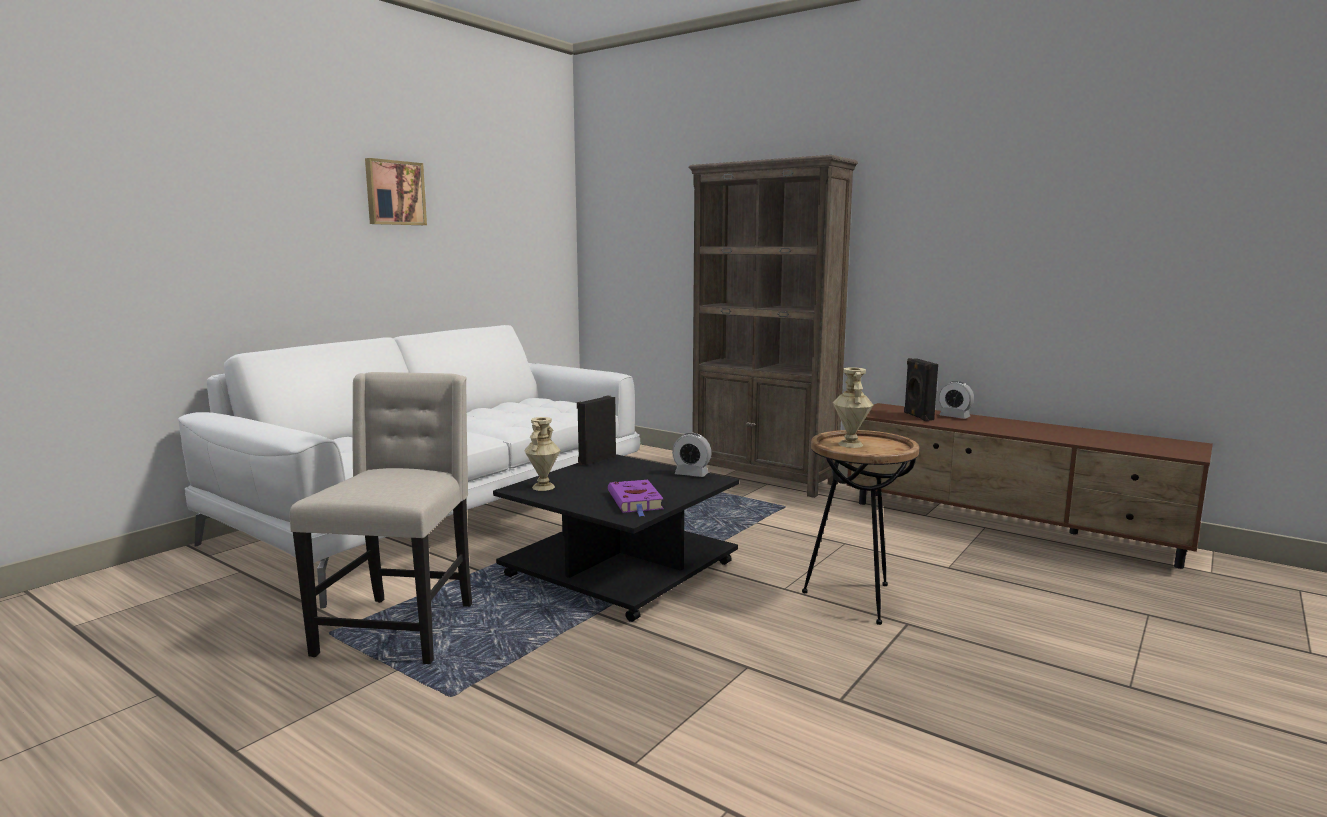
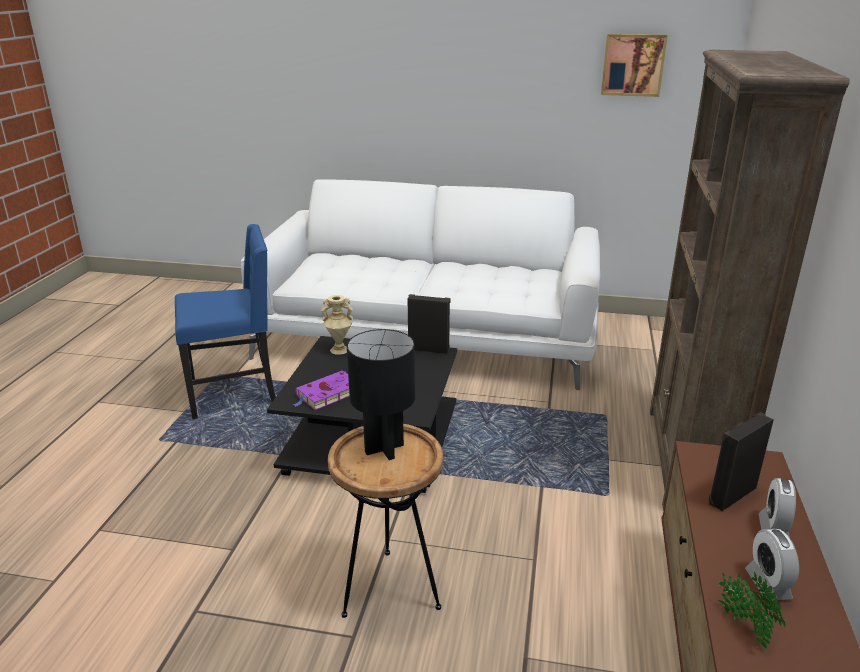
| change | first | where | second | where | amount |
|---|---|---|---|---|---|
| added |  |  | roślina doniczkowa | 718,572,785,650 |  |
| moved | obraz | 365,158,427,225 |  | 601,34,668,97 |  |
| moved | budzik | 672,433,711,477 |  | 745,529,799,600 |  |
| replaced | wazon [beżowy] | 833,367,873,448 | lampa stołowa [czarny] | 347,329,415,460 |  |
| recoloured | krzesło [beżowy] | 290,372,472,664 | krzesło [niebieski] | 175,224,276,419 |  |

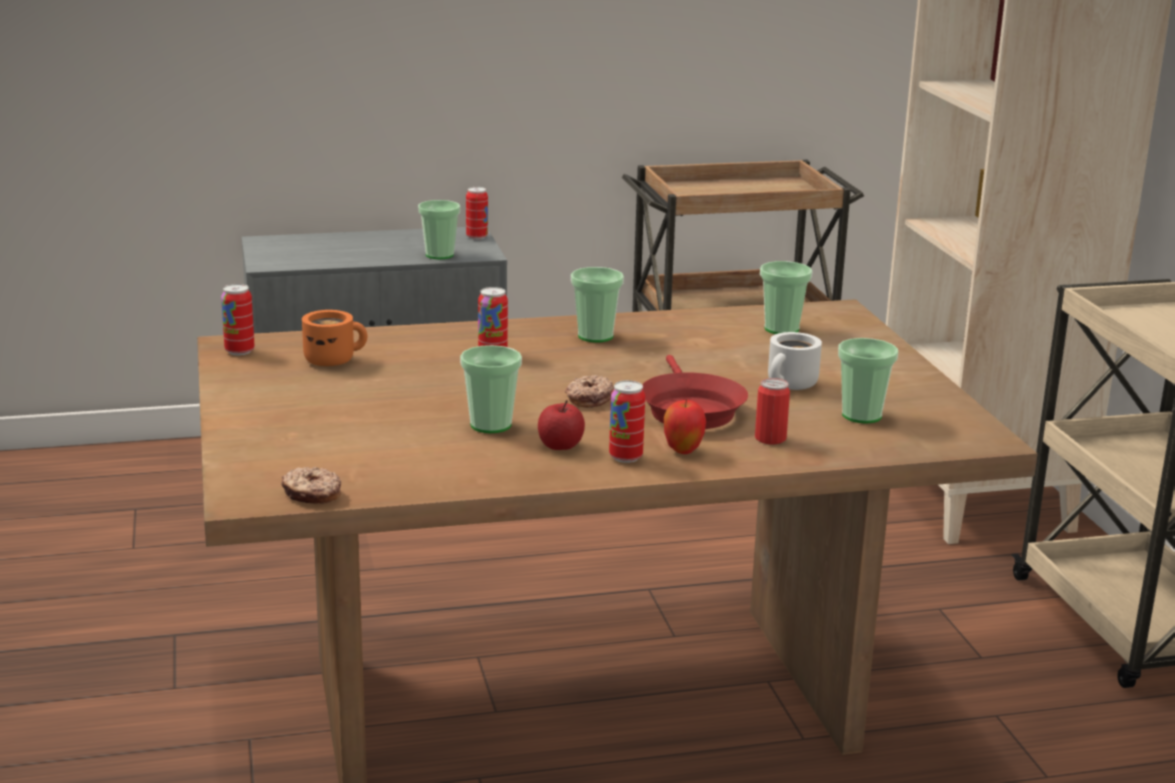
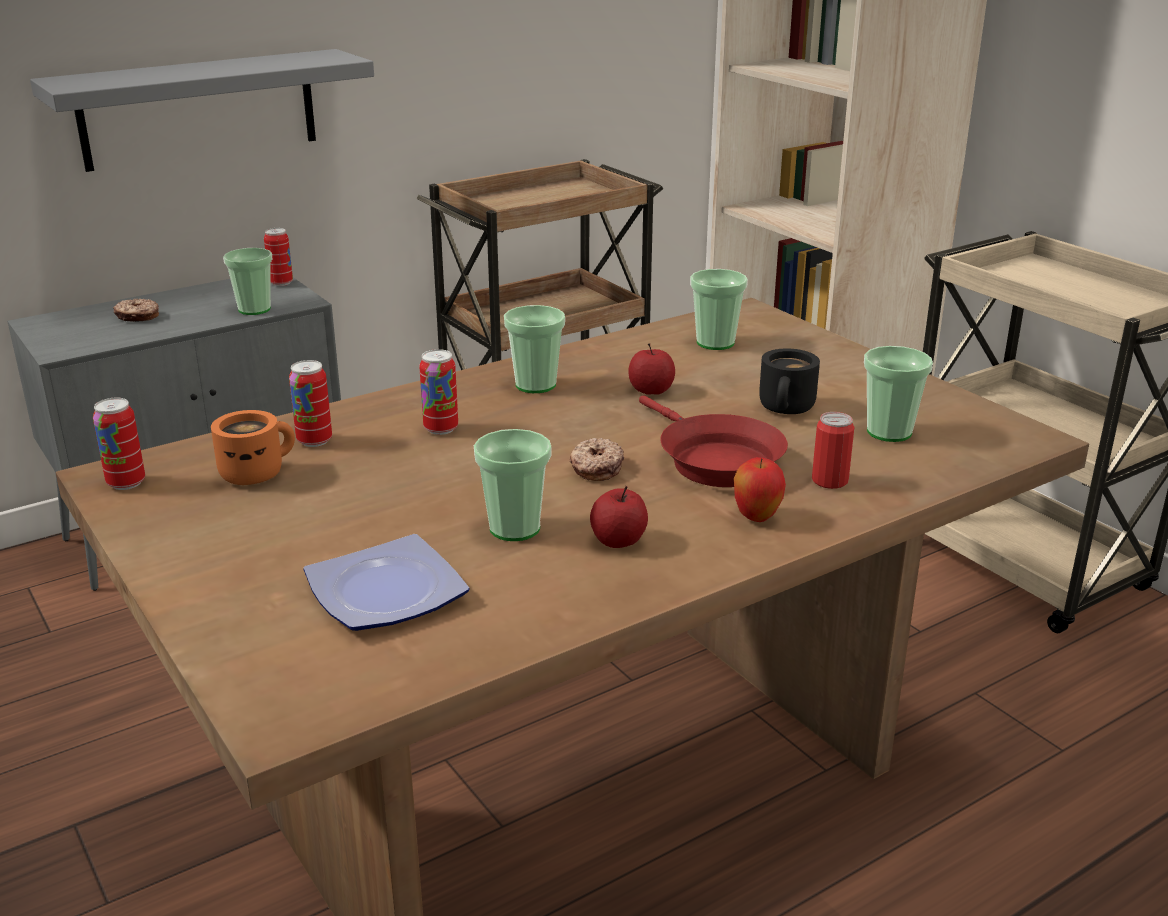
| change | first | where | second | where | amount |
|---|---|---|---|---|---|
| added |  |  | półka [szary] | 30,49,374,172 |  |
| added |  |  | talerz | 304,534,470,631 |  |
| added |  |  | jabłko | 628,343,675,395 |  |
| moved | donut | 281,467,341,504 |  | 113,298,159,322 |  |
| moved | puszka | 609,380,645,463 |  | 289,360,332,447 |  |
| recoloured | kubek [biały] | 768,332,822,390 | kubek [czarny] | 759,348,820,414 |  |

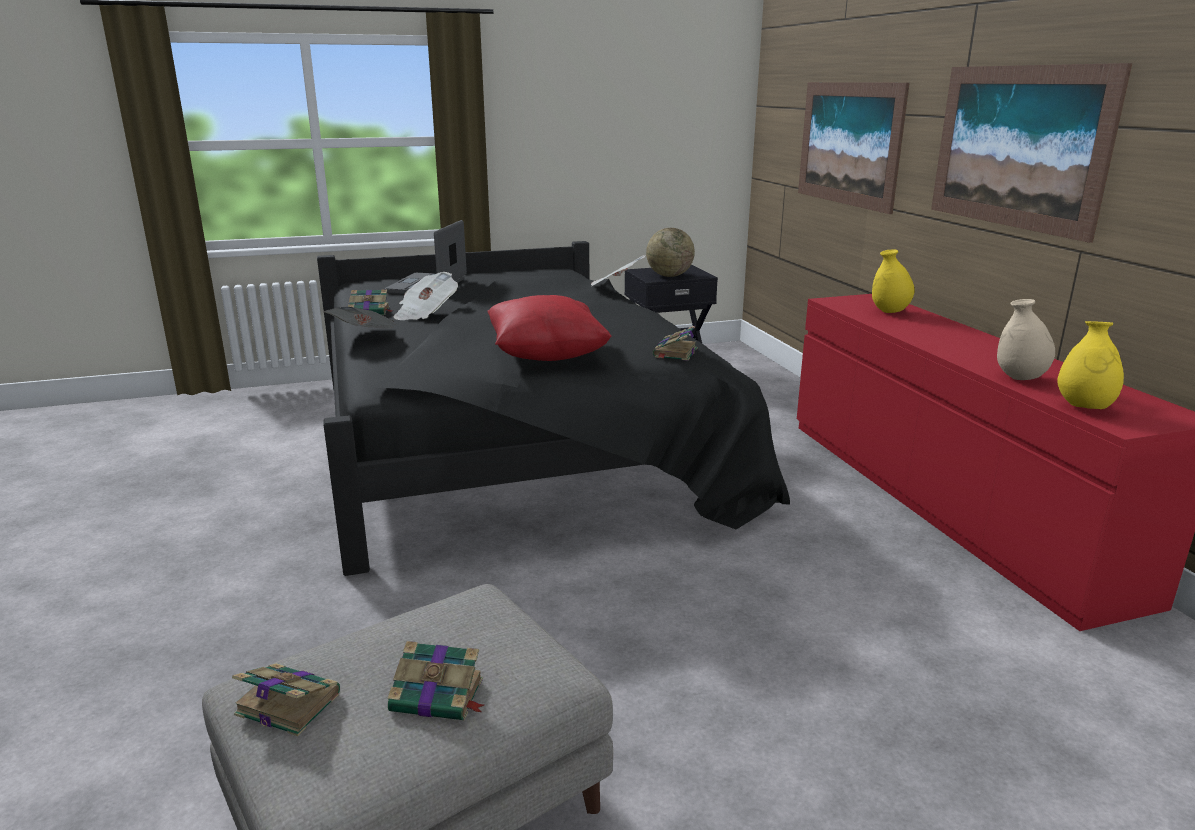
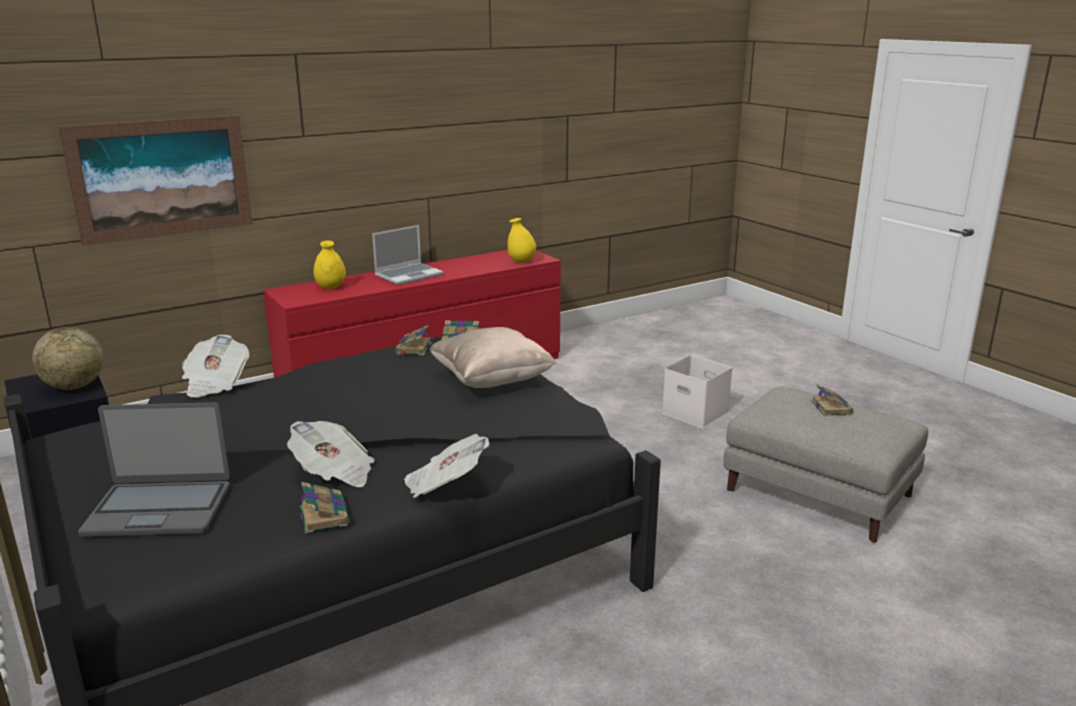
| change | first | where | second | where | amount |
|---|---|---|---|---|---|
| removed | obraz | 931,63,1132,243 |  |  |  |
| removed | wazon [beżowy] | 997,299,1055,380 |  |  |  |
| added |  |  | laptop | 372,225,444,285 |  |
| added |  |  | pojemnik do przechowywania [biały] | 662,355,732,428 |  |
| moved | książka | 232,663,340,736 |  | 395,325,432,356 |  |
| recoloured | poduszka [czerwony] | 487,295,612,361 | poduszka [beżowy] | 430,327,557,388 |  |

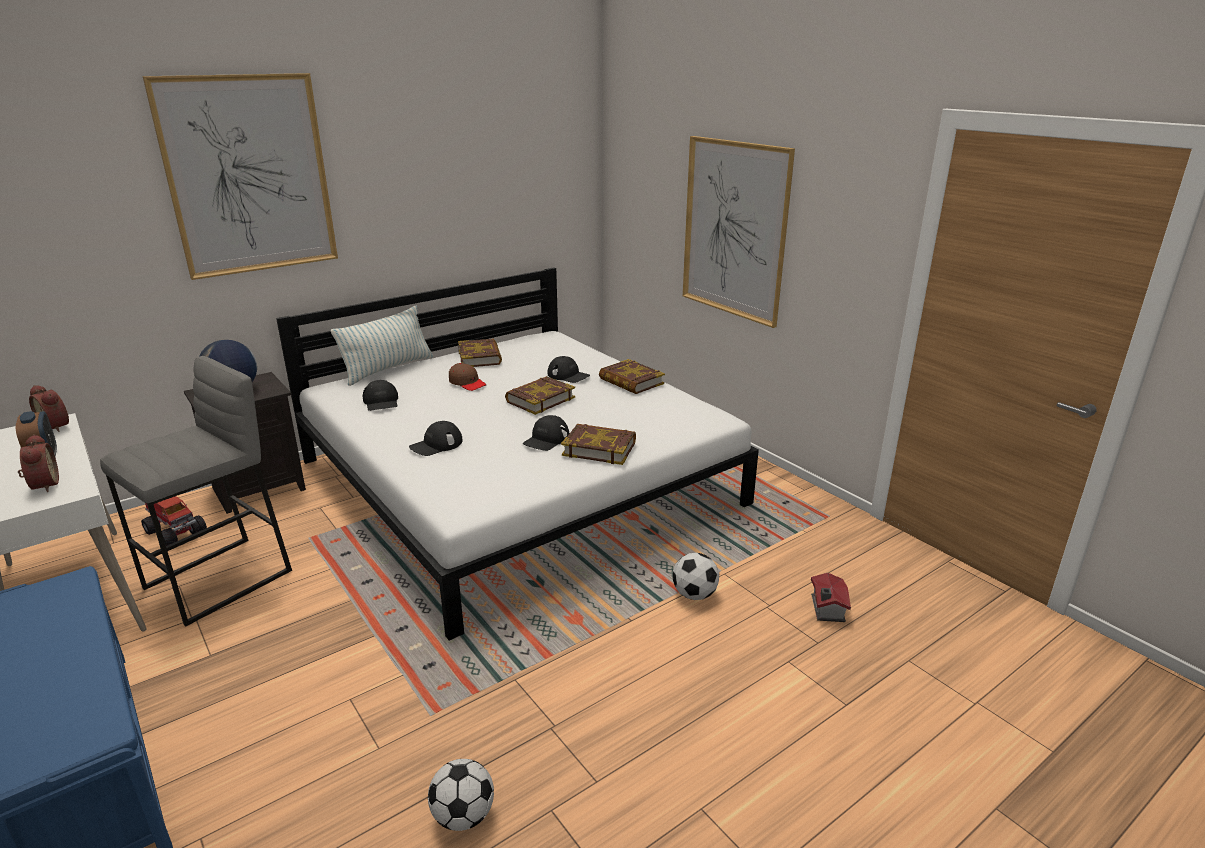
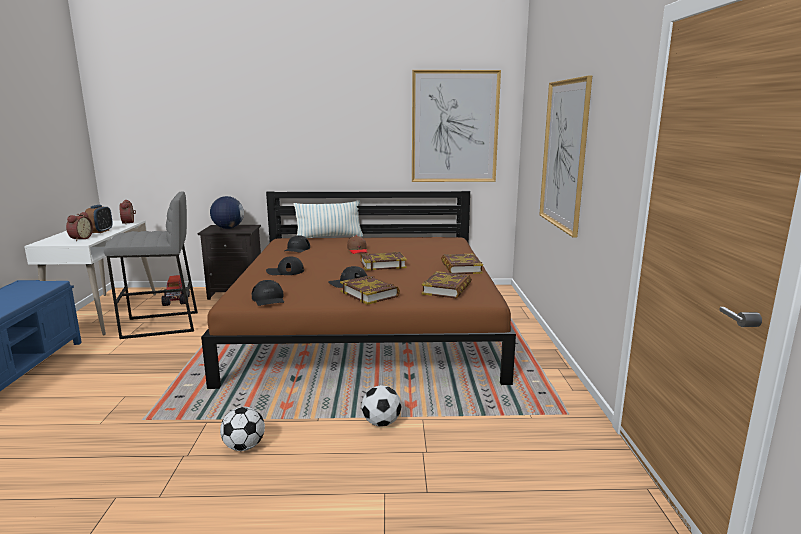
| change | first | where | second | where | amount |
|---|---|---|---|---|---|
| removed | domek | 811,573,851,622 |  |  |  |
| moved | obraz | 143,73,338,280 |  | 412,70,501,182 |  |
| moved | piłka futbolowa | 428,759,494,831 |  | 220,407,265,451 |  |
| moved | książka | 458,339,502,367 |  | 421,271,472,299 |  |
| moved | czapka z daszkiem [czarny] | 547,356,590,383 |  | 251,280,284,306 |  |
| recoloured | łóżko [biały] | 276,267,759,640 | łóżko [brązowy] | 201,191,516,389 |  |

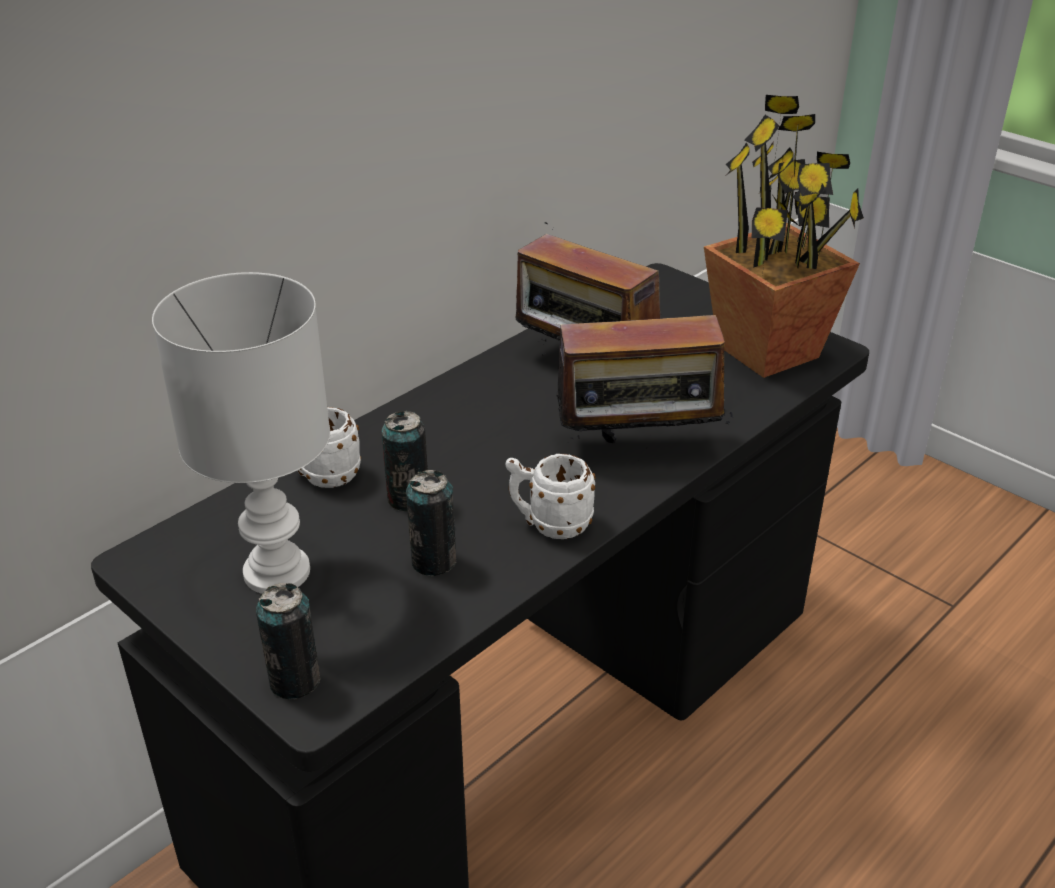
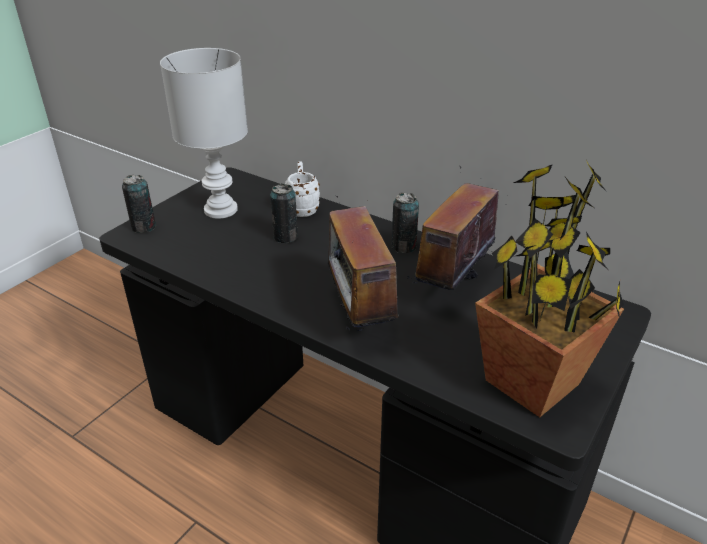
| change | first | where | second | where | amount |
|---|---|---|---|---|---|
| removed | kubek [biały] | 505,454,595,539 |  |  |  |
| moved | puszka | 406,470,457,576 |  | 392,192,419,253 |  |

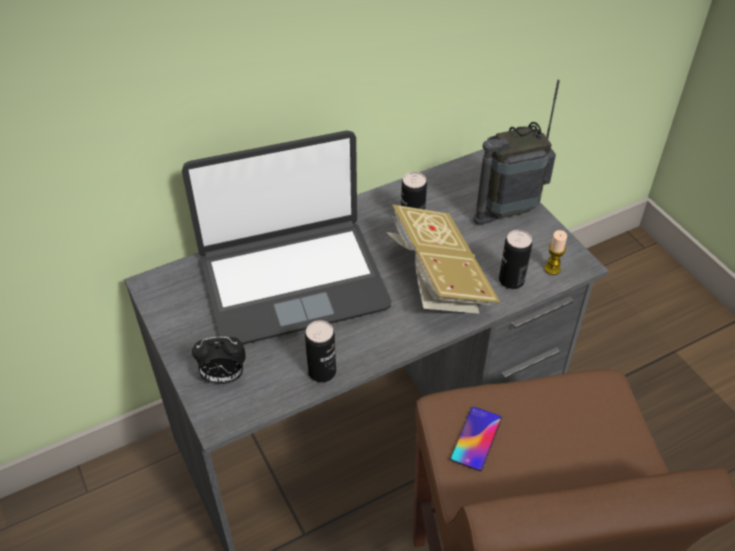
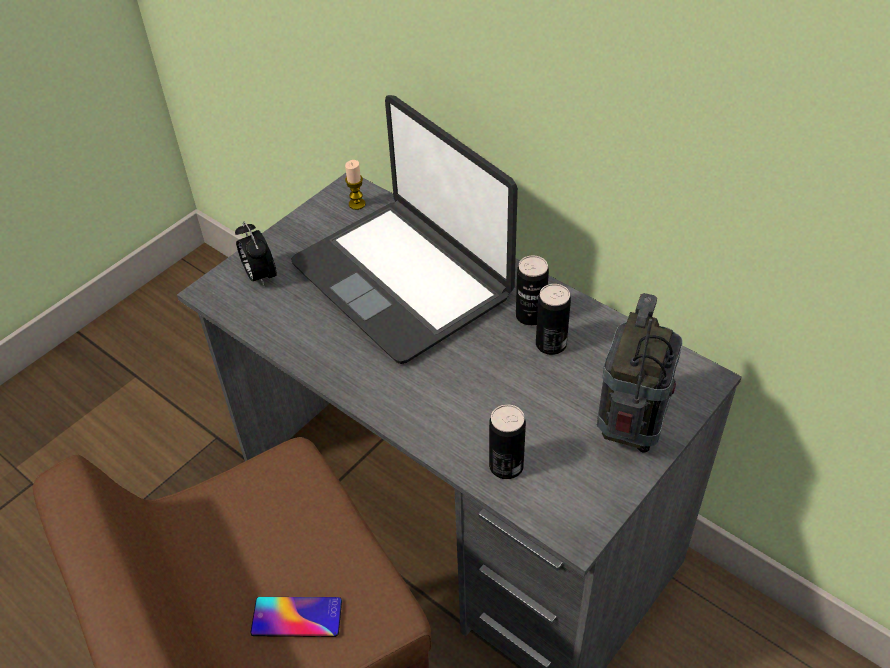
| change | first | where | second | where | amount |
|---|---|---|---|---|---|
| removed | książka | 386,204,500,314 |  |  |  |
| moved | puszka | 305,320,336,382 |  | 516,256,549,326 |  |
| moved | telefon | 451,407,502,471 |  | 251,597,342,637 |  |
| moved | świeca | 544,230,567,275 |  | 345,160,366,210 |  |
| turned | radio | 473,79,560,225 |  | 597,293,683,453 | 60 degrees clockwise |

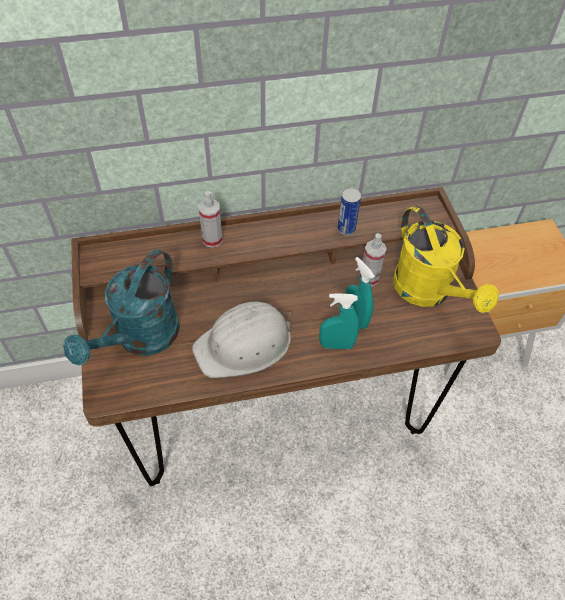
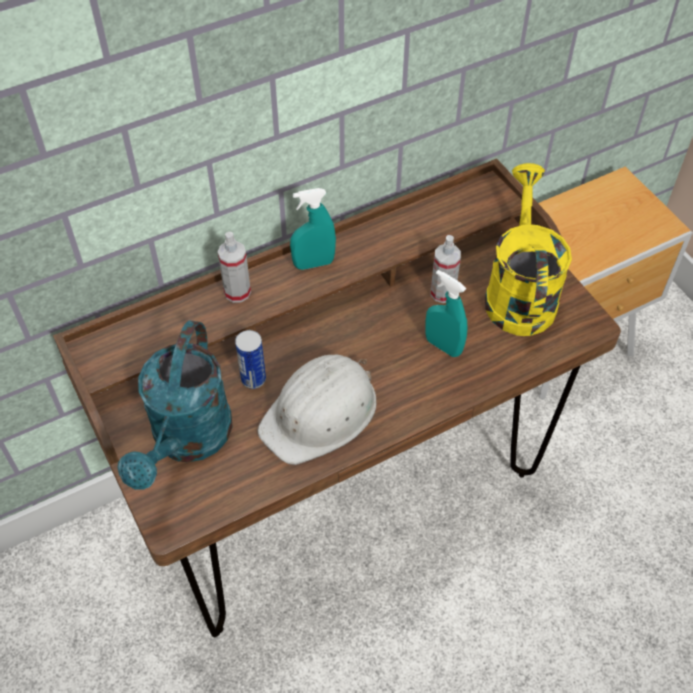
| change | first | where | second | where | amount |
|---|---|---|---|---|---|
| moved | spryskiwacz [turkusowy] | 319,293,359,349 |  | 290,188,336,270 |  |
| moved | puszka | 337,188,361,236 |  | 235,330,266,389 |  |
| turned | konewka [żółty] | 393,206,499,313 |  | 485,163,572,336 | 135 degrees counterclockwise |

